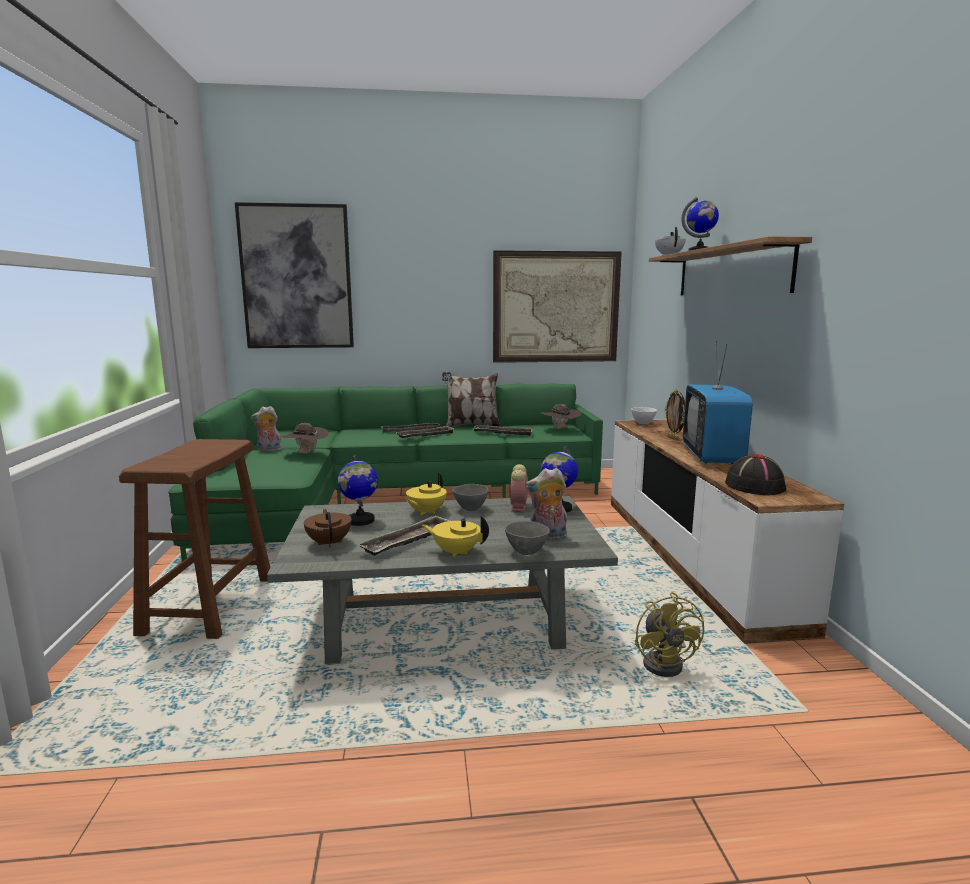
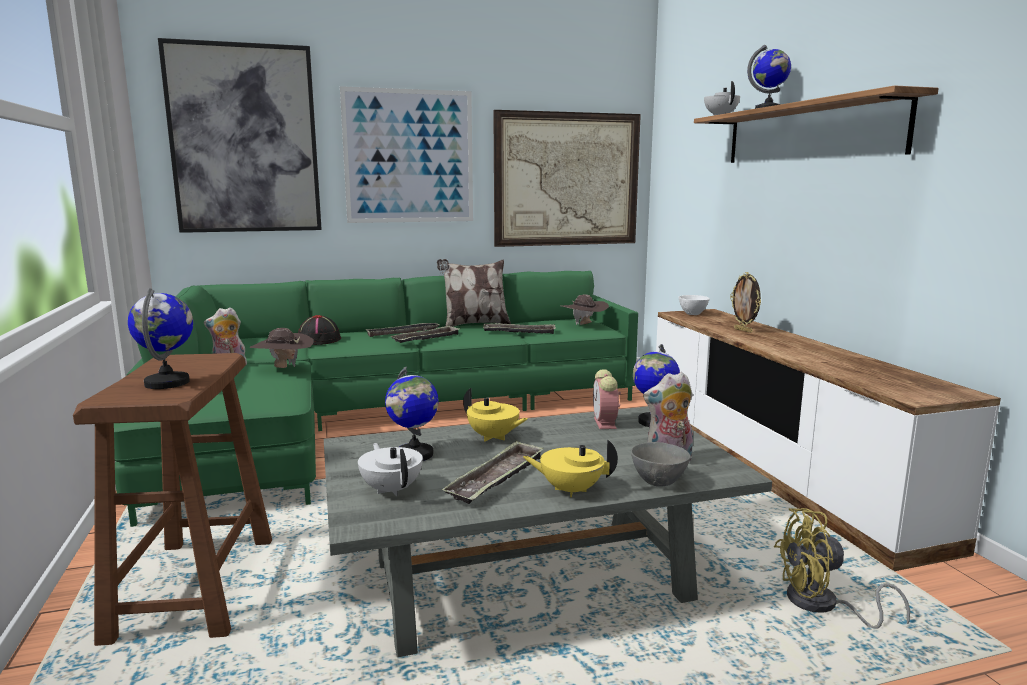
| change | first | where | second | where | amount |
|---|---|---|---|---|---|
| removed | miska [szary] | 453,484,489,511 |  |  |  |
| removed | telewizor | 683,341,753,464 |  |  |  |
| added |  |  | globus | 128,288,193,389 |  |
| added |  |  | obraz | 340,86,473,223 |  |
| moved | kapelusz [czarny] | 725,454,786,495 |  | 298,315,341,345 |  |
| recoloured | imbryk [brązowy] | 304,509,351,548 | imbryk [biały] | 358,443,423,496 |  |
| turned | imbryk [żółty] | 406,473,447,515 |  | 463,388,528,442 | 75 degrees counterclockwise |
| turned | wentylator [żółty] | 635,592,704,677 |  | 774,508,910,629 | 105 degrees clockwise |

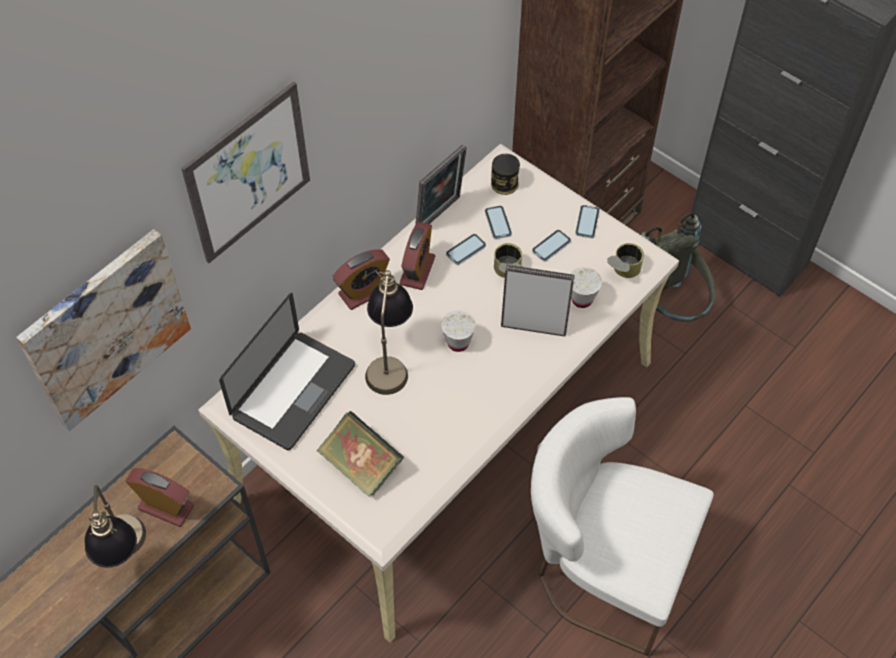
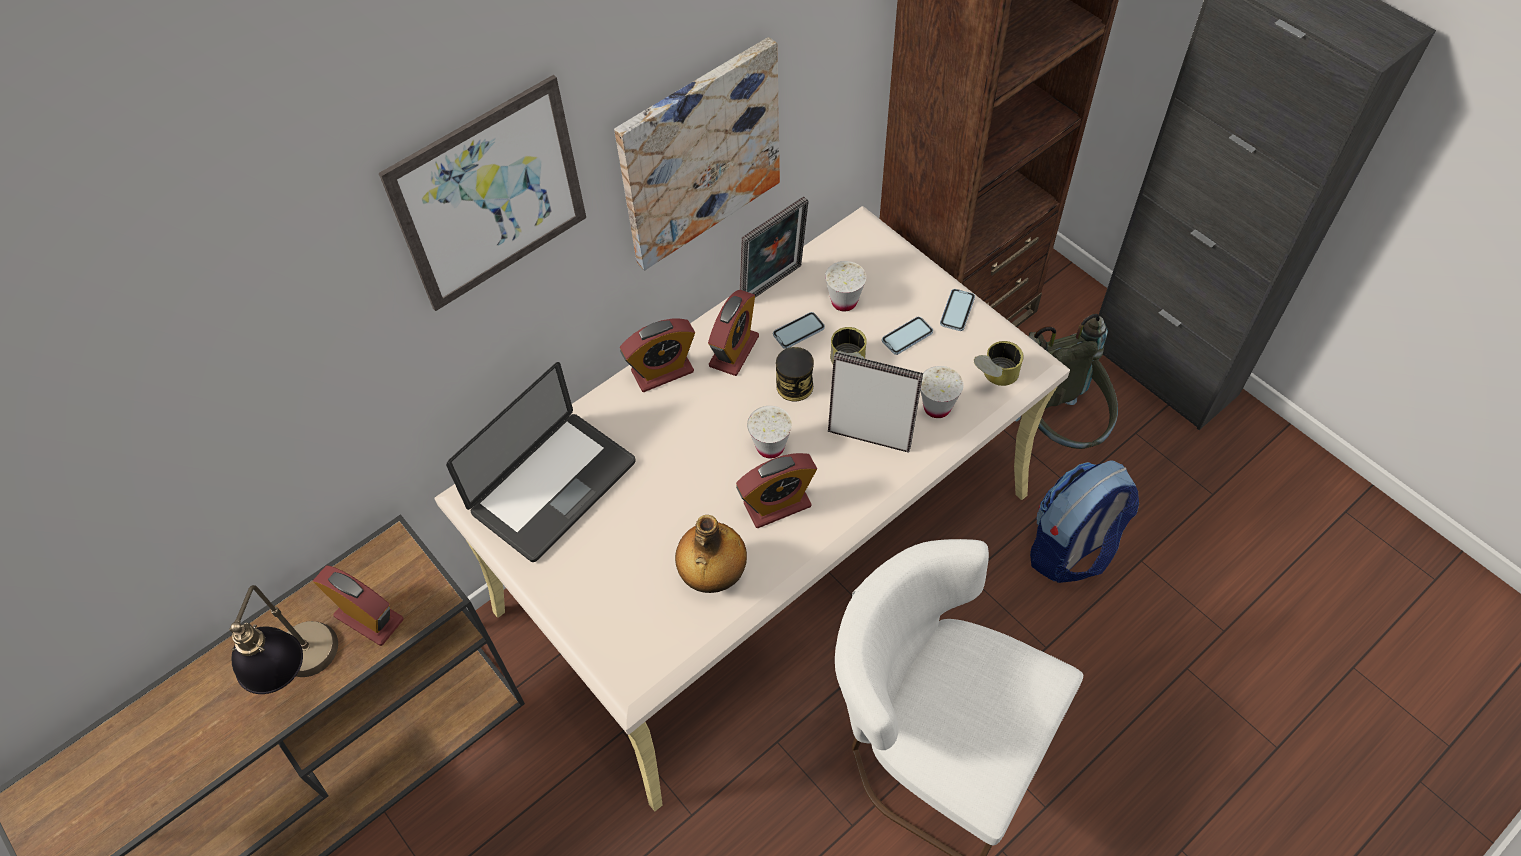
| change | first | where | second | where | amount |
|---|---|---|---|---|---|
| removed | książka | 317,411,404,497 |  |  |  |
| removed | lampa stołowa | 365,270,413,395 |  |  |  |
| added |  |  | butelka | 675,515,747,593 |  |
| added |  |  | budzik | 736,453,817,528 |  |
| added |  |  | plecak | 1030,460,1139,583 |  |
| moved | obraz | 17,229,191,431 |  | 614,37,780,270 |  |
| moved | puszka | 491,154,520,195 |  | 776,347,814,402 |  |
| replaced | telefon | 485,206,512,239 | filiżanka [biały] | 825,261,866,312 |  |

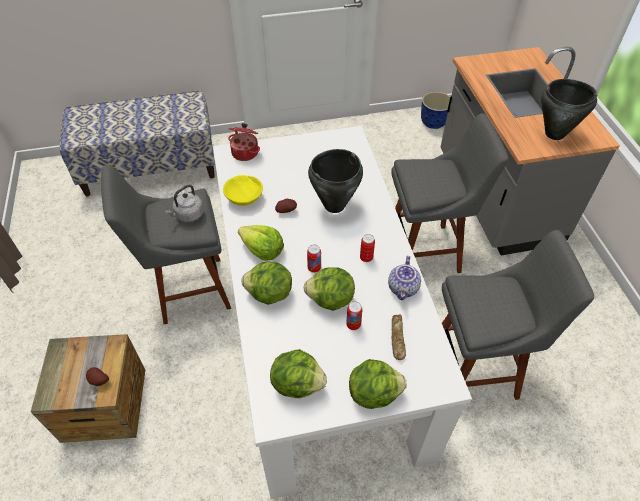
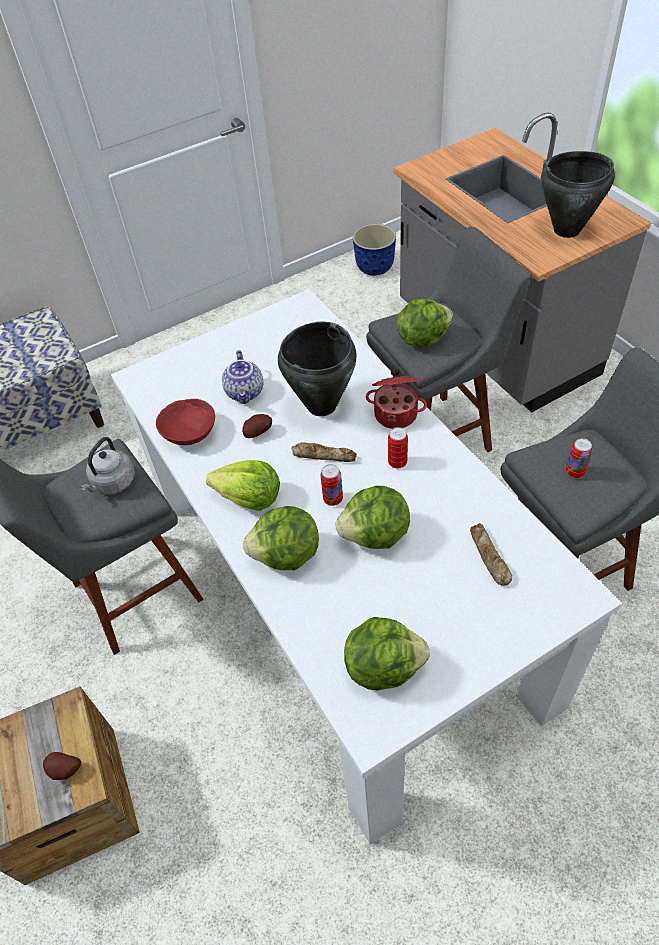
| change | first | where | second | where | amount |
|---|---|---|---|---|---|
| added |  |  | chleb | 291,442,357,462 |  |
| moved | garnek | 228,123,260,161 |  | 366,370,427,429 |  |
| moved | puszka | 346,301,362,330 |  | 566,438,592,478 |  |
| moved | sałata | 349,359,407,409 |  | 397,299,453,348 |  |
| moved | imbryk | 388,256,421,300 |  | 222,350,263,404 |  |
| recoloured | miska [żółty] | 223,175,263,206 | miska [czerwony] | 156,399,215,445 |  |

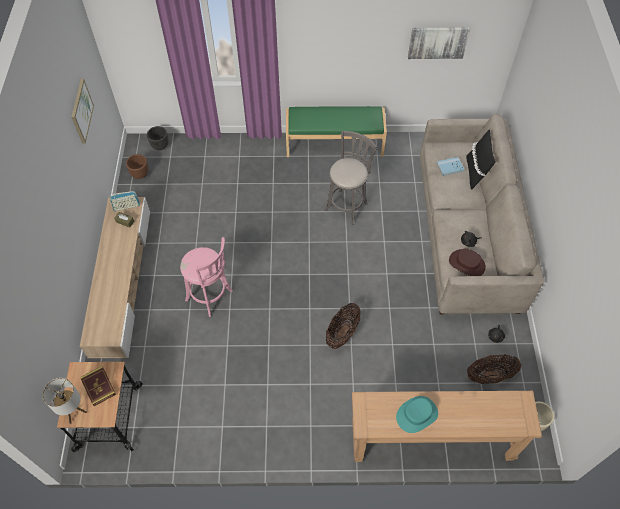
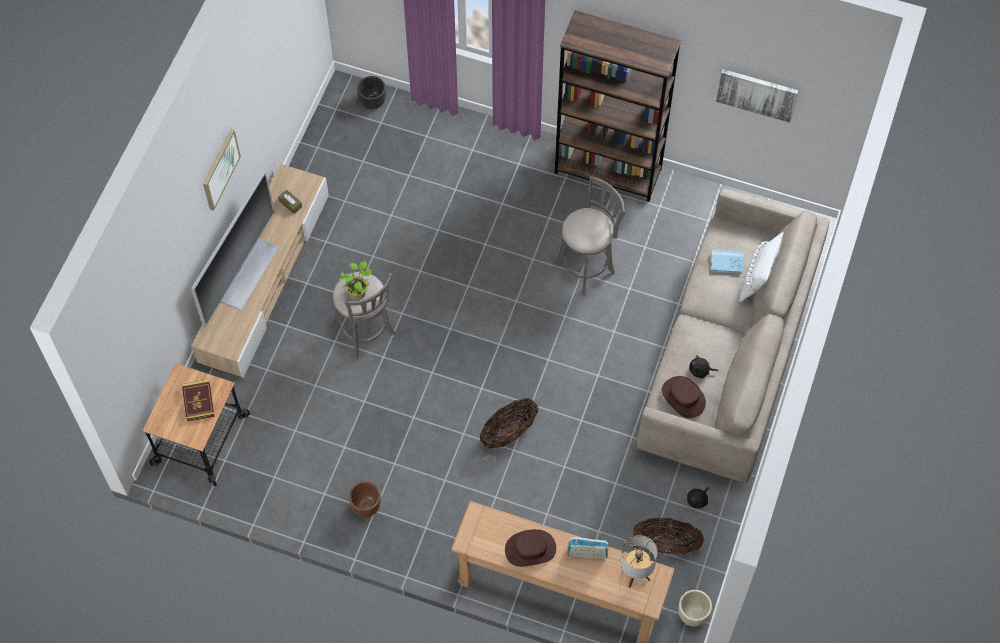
| change | first | where | second | where | amount |
|---|---|---|---|---|---|
| added |  |  | telewizor | 191,171,279,328 |  |
| added |  |  | roślina doniczkowa | 339,261,372,300 |  |
| moved | lampa stołowa | 42,378,87,424 |  | 620,535,658,588 |  |
| moved | obraz | 71,79,94,144 |  | 203,129,241,211 |  |
| moved | radio | 110,191,140,211 |  | 567,537,609,559 |  |
| moved | donica [brązowy] | 126,154,149,179 |  | 349,481,381,517 |  |
| replaced | ławka [zielony] | 286,106,387,157 | regał [brązowy] | 555,10,681,202 |  |
| recoloured | stołek [różowy] | 180,237,233,317 | stołek [szary] | 333,272,395,359 |  |
| recoloured | kapelusz [turkusowy] | 396,396,438,433 | kapelusz [brązowy] | 505,529,556,567 |  |
| recoloured | poduszka [czarny] | 466,129,496,190 | poduszka [biały] | 739,232,784,302 |  |

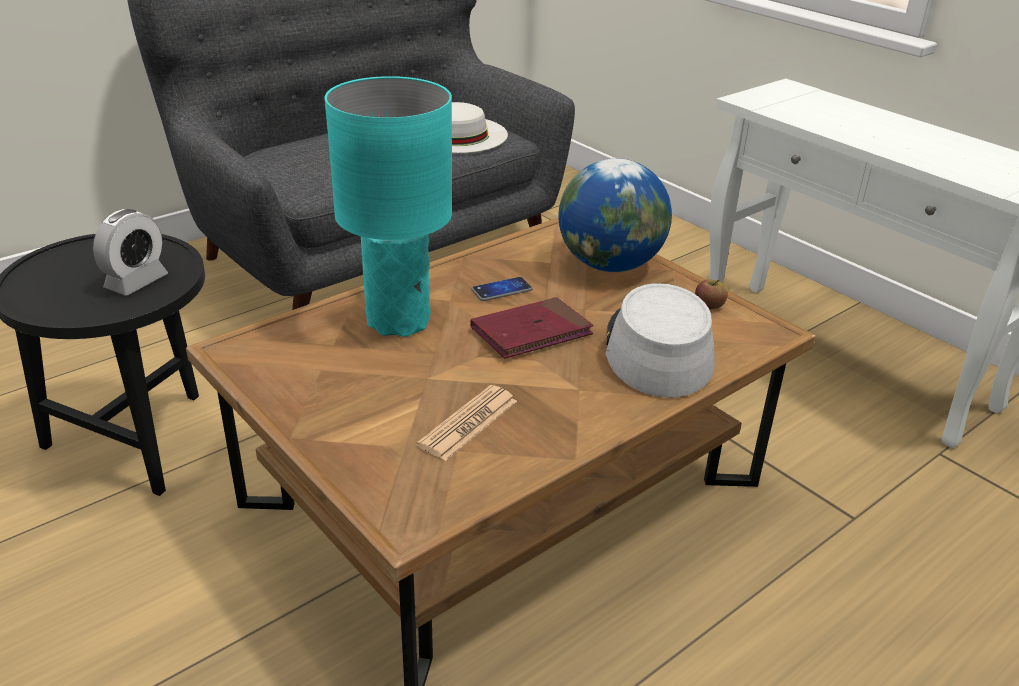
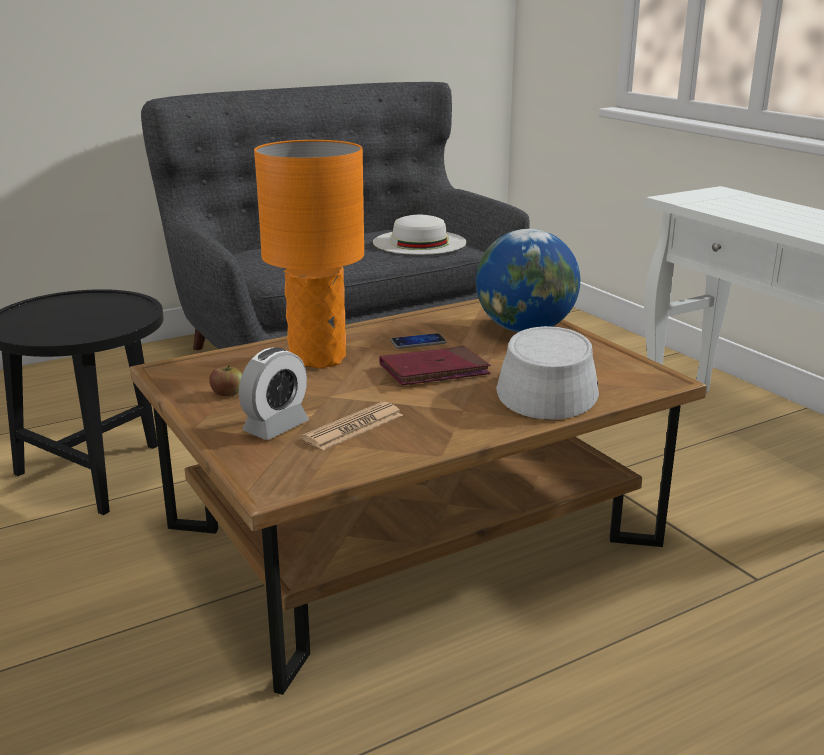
| change | first | where | second | where | amount |
|---|---|---|---|---|---|
| moved | budzik | 93,209,168,296 |  | 239,347,309,440 |  |
| moved | jabłko | 695,280,728,309 |  | 209,365,242,396 |  |
| recoloured | lampa stołowa [turkusowy] | 325,76,452,337 | lampa stołowa [pomarańczowy] | 254,140,364,369 |  |

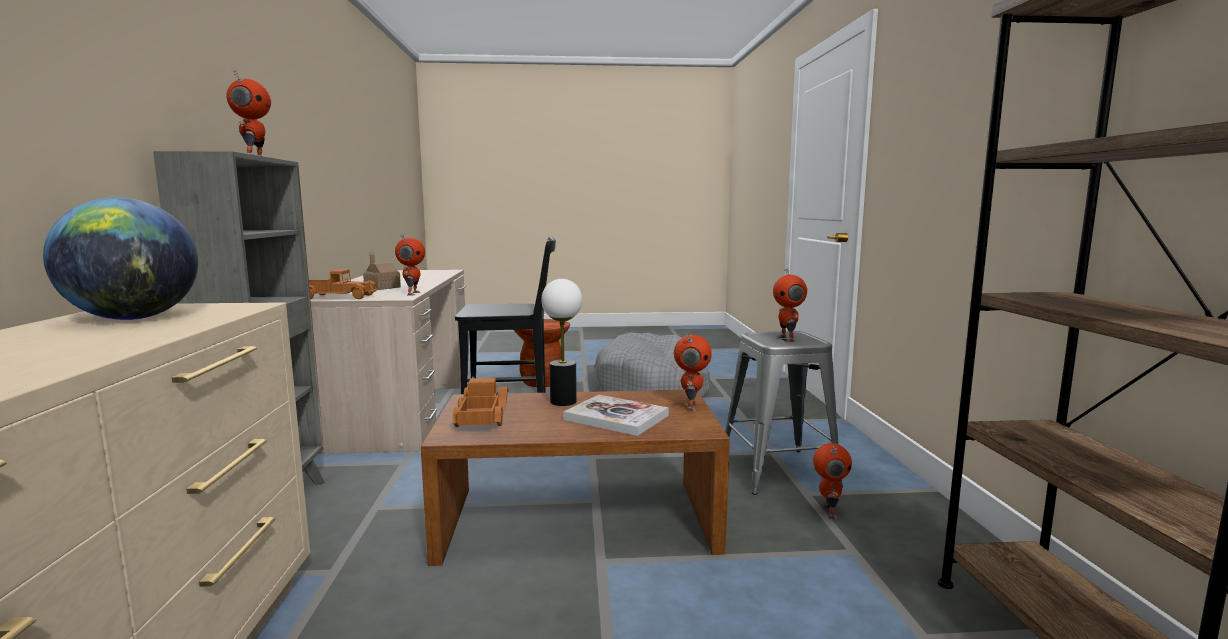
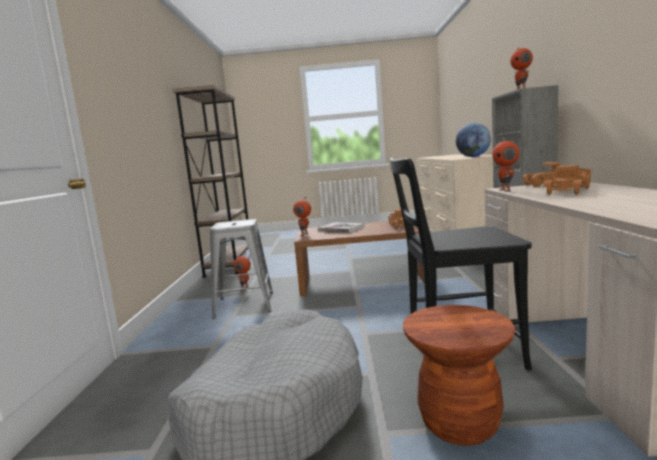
| change | first | where | second | where | amount |
|---|---|---|---|---|---|
| removed | lampa stołowa | 541,279,582,406 |  |  |  |
| removed | robot zabawkowy | 773,269,807,342 |  |  |  |
| replaced | domek | 363,250,401,290 | ciężarówka zabawkowa | 543,165,590,195 |  |

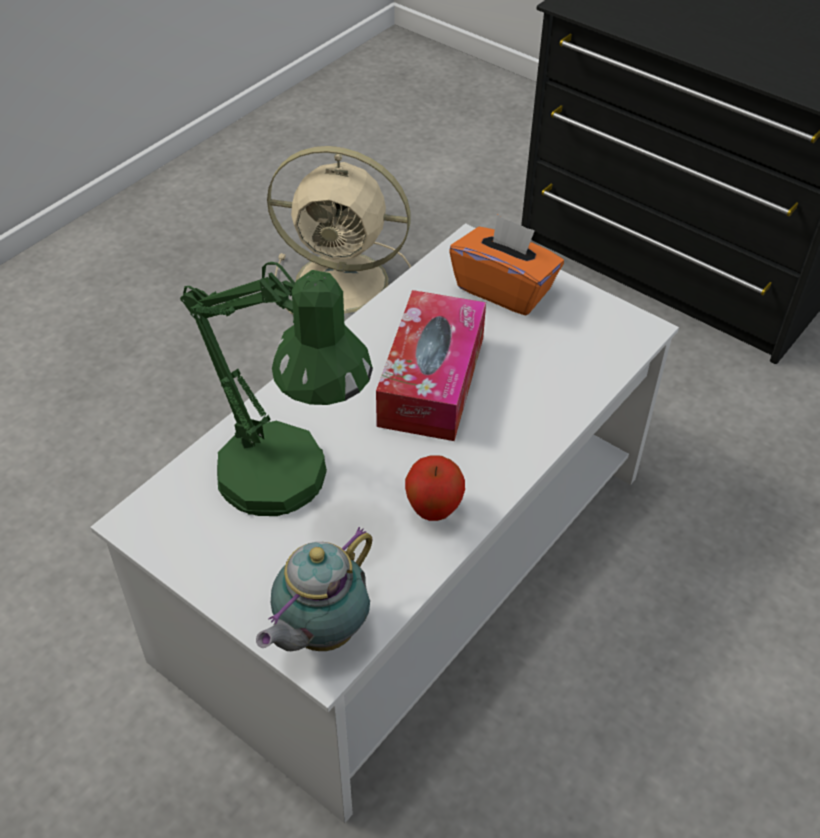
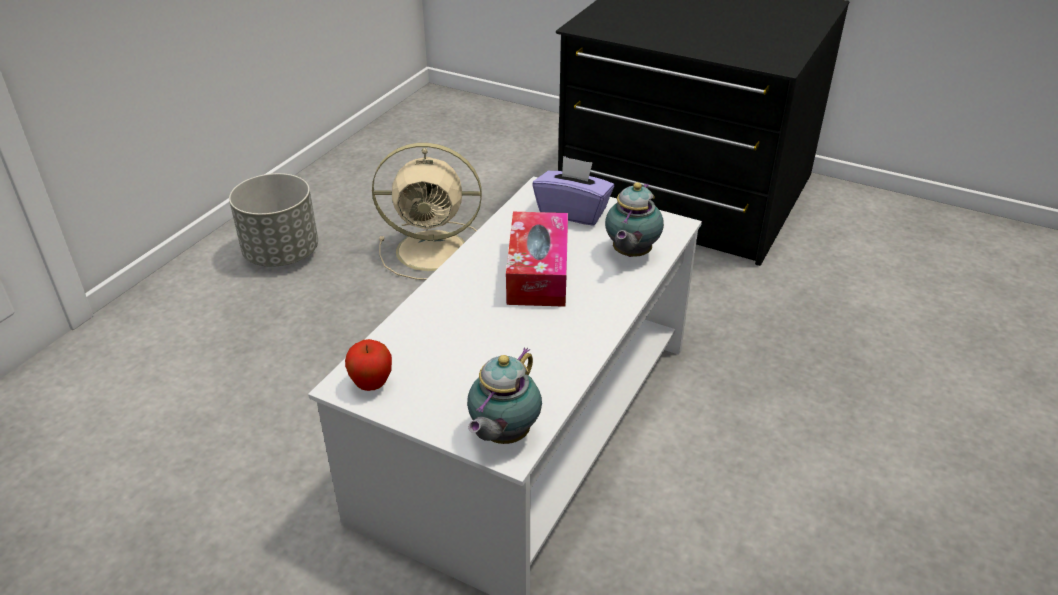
| change | first | where | second | where | amount |
|---|---|---|---|---|---|
| removed | lampa stołowa [zielony] | 180,262,373,516 |  |  |  |
| added |  |  | donica [szary] | 229,173,318,267 |  |
| added |  |  | imbryk | 605,182,664,257 |  |
| moved | jabłko | 405,455,465,521 |  | 345,339,392,391 |  |
| recoloured | pudełko chusteczek [pomarańczowy] | 449,214,564,315 | pudełko chusteczek [fioletowy] | 533,156,614,226 |  |

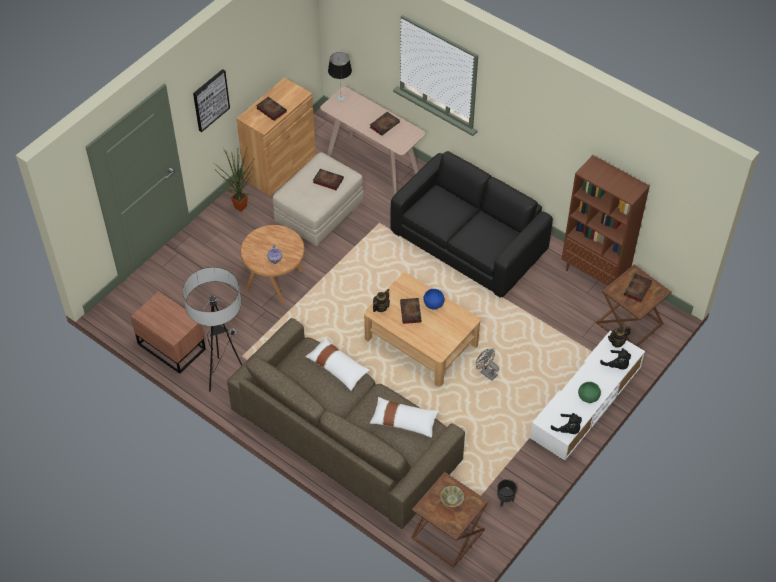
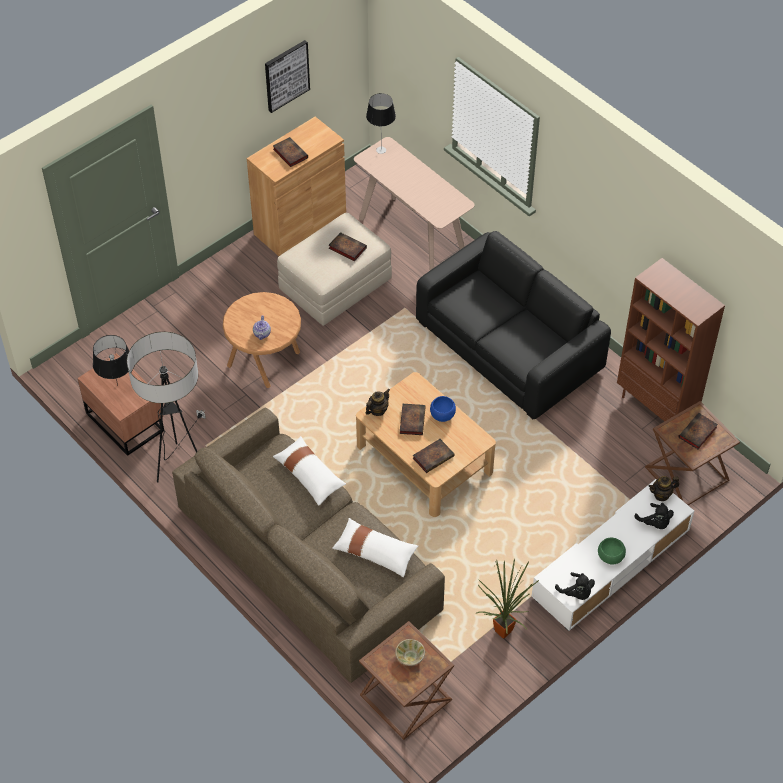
| change | first | where | second | where | amount |
|---|---|---|---|---|---|
| removed | wentylator [szary] | 476,349,499,381 |  |  |  |
| removed | donica [czarny] | 497,479,517,507 |  |  |  |
| added |  |  | lampa stołowa [czarny] | 93,335,129,386 |  |
| moved | obraz | 193,69,230,132 |  | 265,40,310,113 |  |
| moved | roślina doniczkowa | 214,148,255,212 |  | 476,559,539,639 |  |
| moved | książka | 370,112,400,136 |  | 413,439,455,473 |  |

